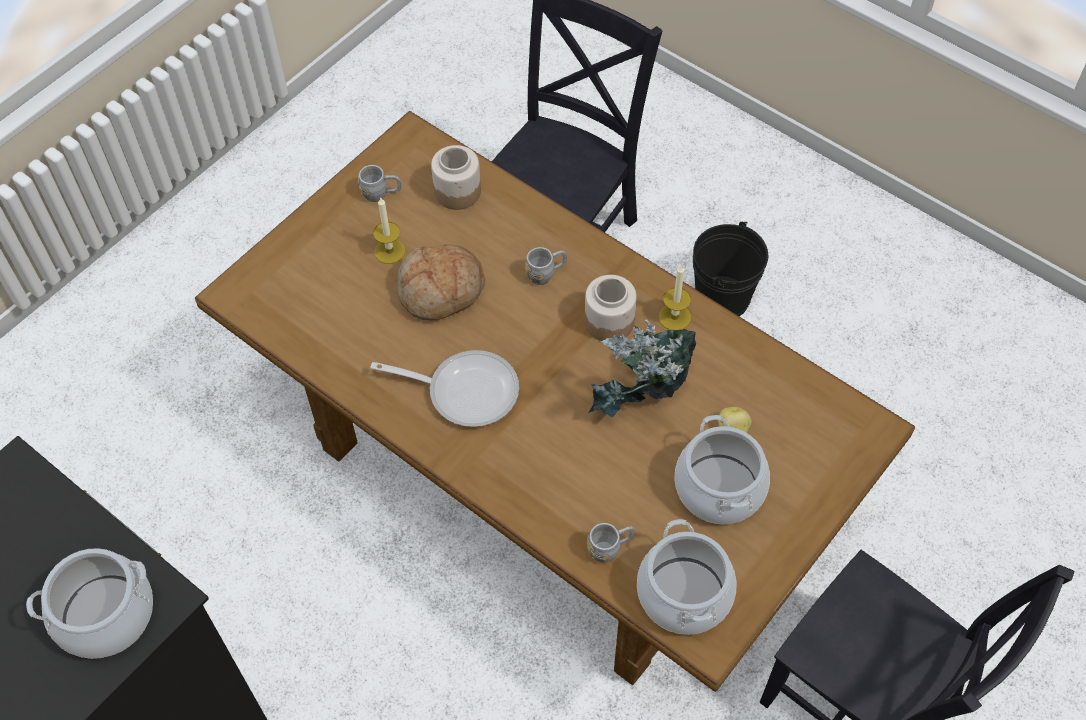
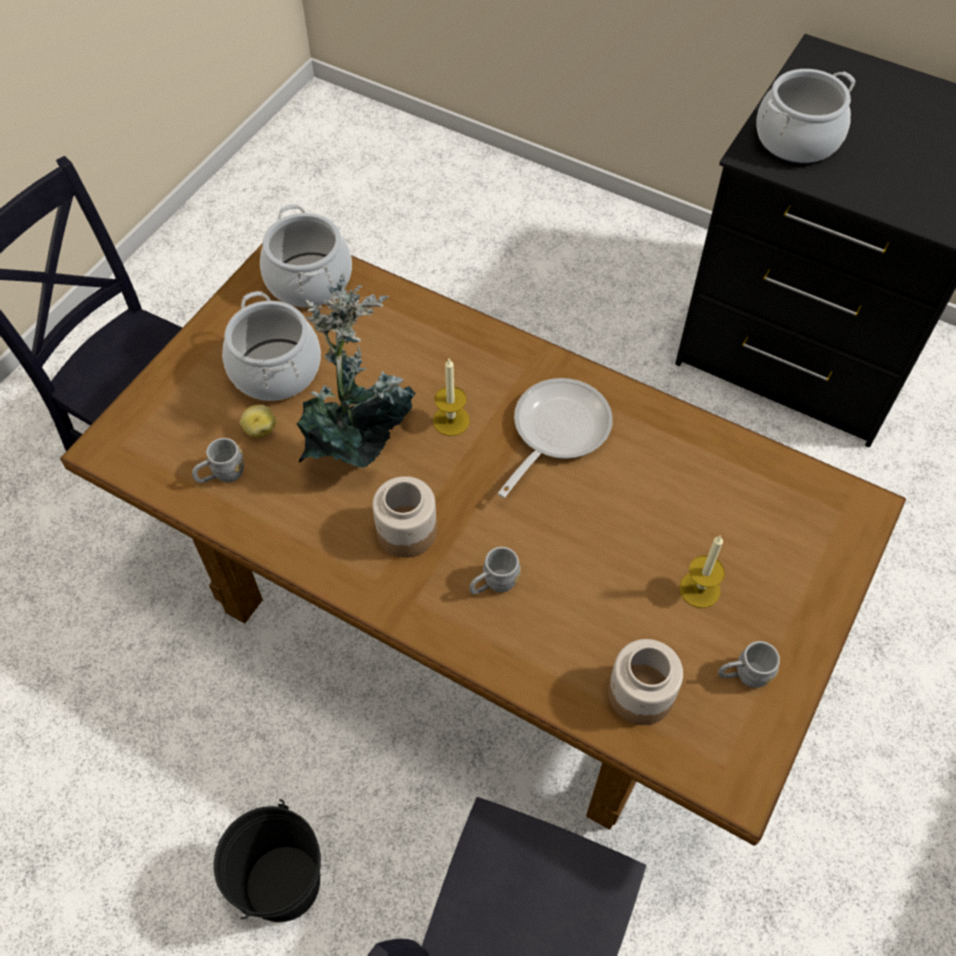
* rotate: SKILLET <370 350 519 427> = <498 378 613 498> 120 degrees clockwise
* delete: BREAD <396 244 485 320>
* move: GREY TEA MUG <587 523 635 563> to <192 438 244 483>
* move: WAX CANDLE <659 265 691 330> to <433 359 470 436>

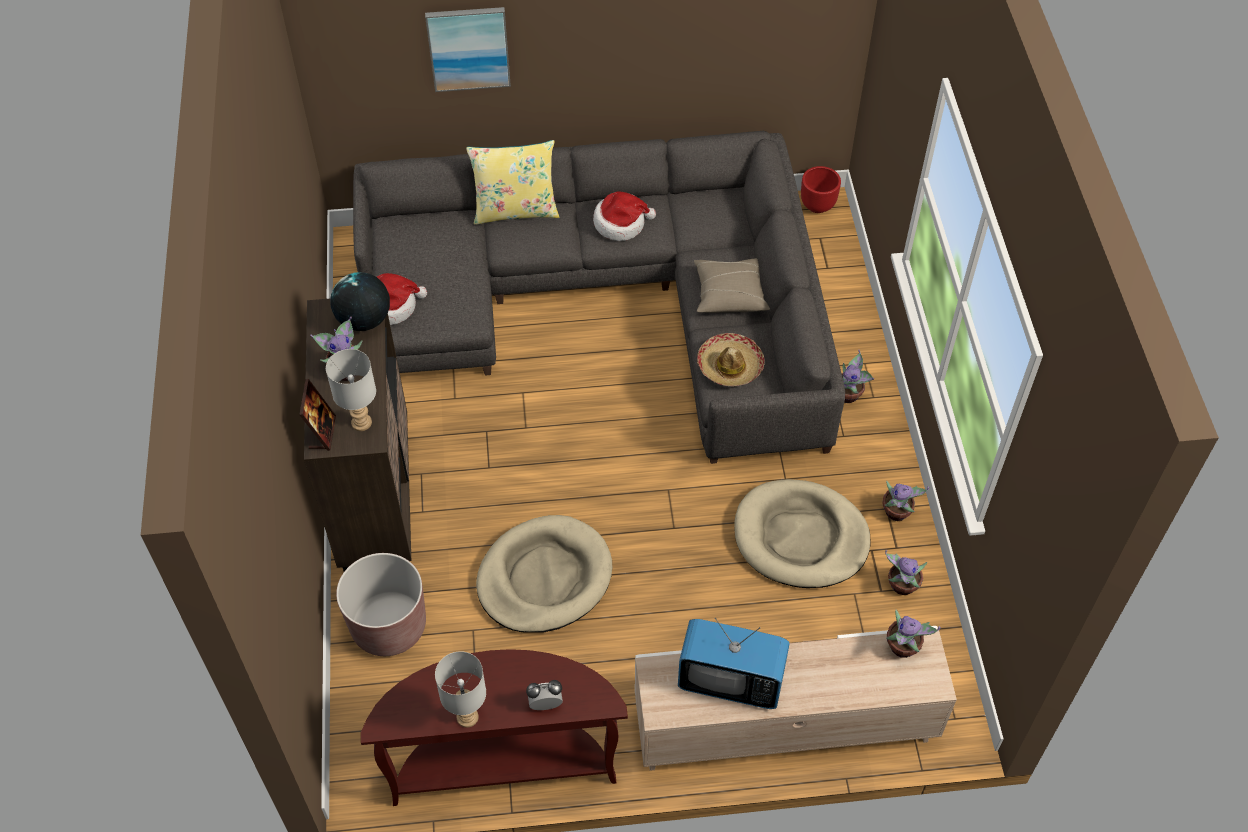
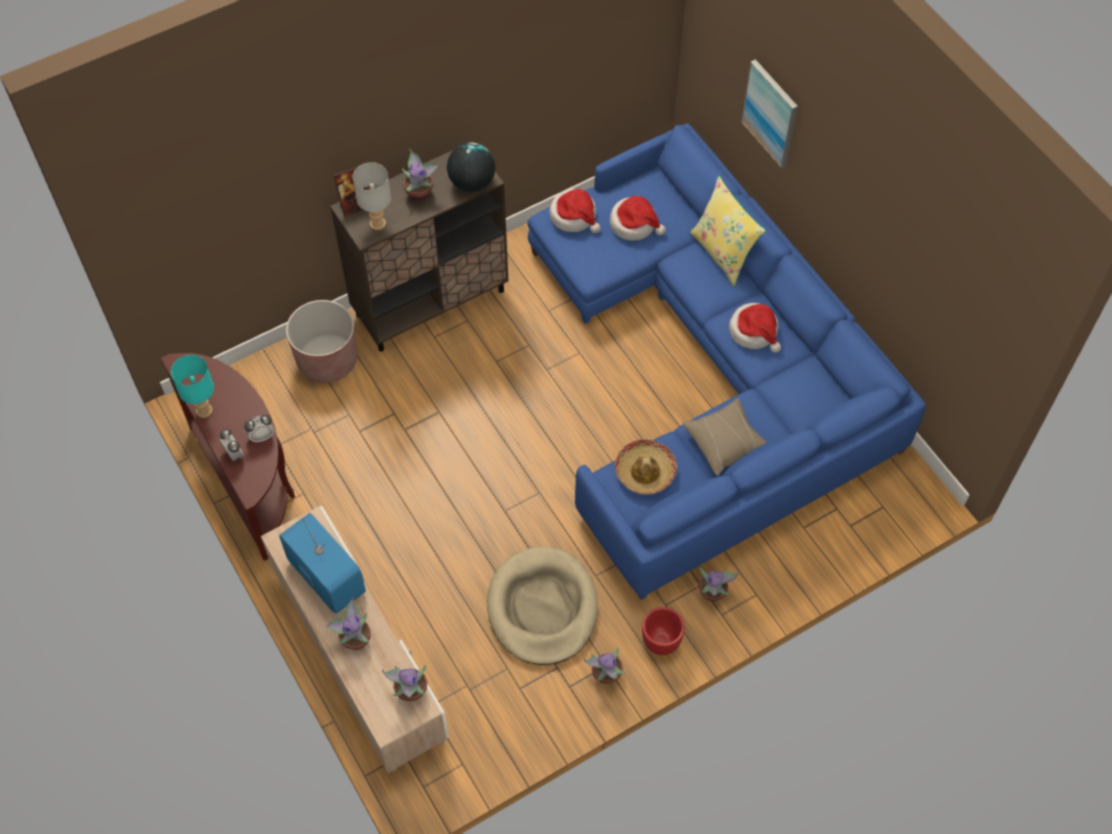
* recolor: GREY SOFA <353 131 845 464> to BLUE SOFA <528 123 926 600>
* recolor: GREY TABLETOP LAMP <435 651 486 728> to BLUE-GREEN TABLETOP LAMP <171 355 214 418>
* delete: BEIGE-COLOURED PET BED <476 515 612 633>
* rotate: TV <678 618 790 709> = <279 513 366 614> 150 degrees clockwise
* move: RED-COLOURED FLOWER POT <801 166 841 213> to <642 607 685 655>
* move: HOUSEPLANT <885 550 927 595> to <325 597 371 650>
* insert: BEDSIDE CLOCK <244 415 274 442>
* insert: HAT <610 196 666 241>

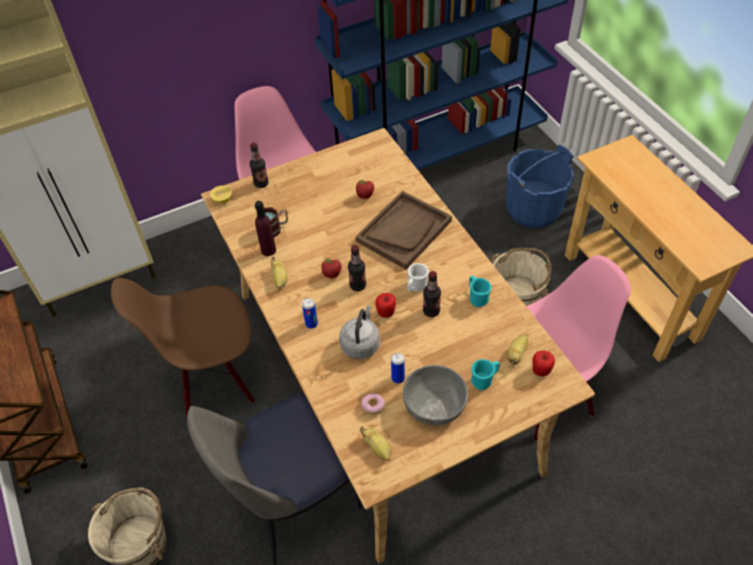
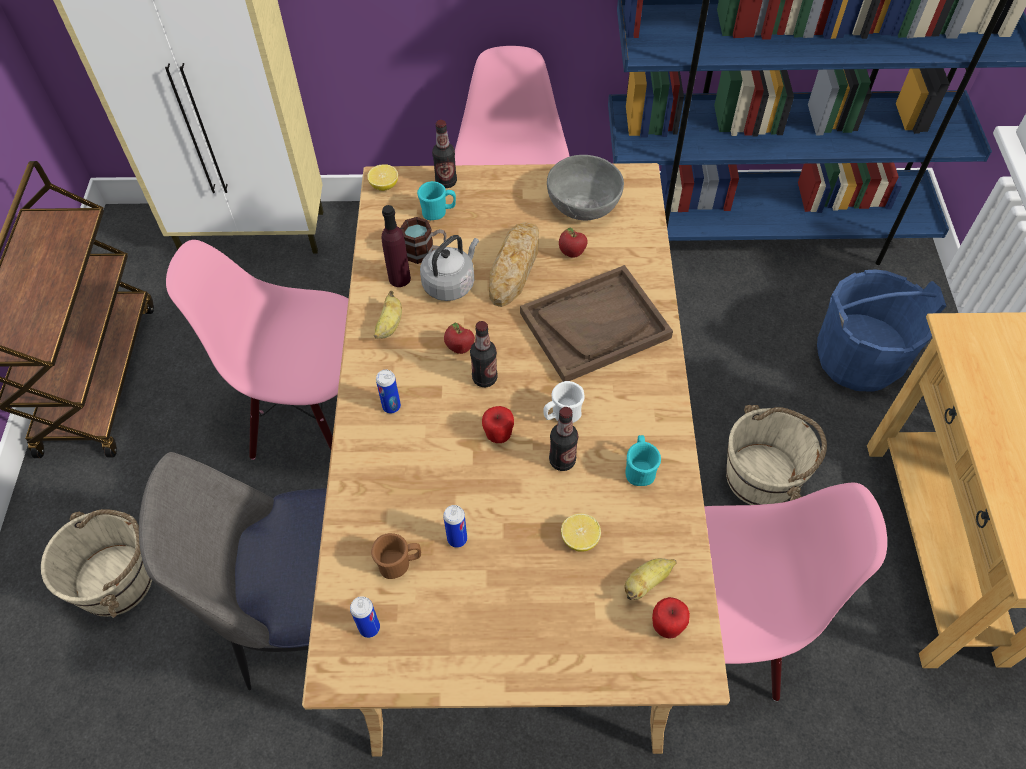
* recolor: BROWNISH UPRIGHT CHAIR <111 278 255 421> to PINK UPRIGHT CHAIR <166 240 348 460>
* move: GREY KETTLE <339 306 380 359> to <420 235 479 301>
* replace: BANANA FRUIT <360 426 391 461> to METAL CAN <350 596 380 638>
* replace: RING DOUGHNUT <361 393 385 415> to BROWNISH TEA MUG <371 533 421 579>
* move: GREY SERVING BOWL <403 365 468 425> to <547 155 624 220>
* move: BLUE-GREEN TEA MUG <471 359 500 390> to <417 181 456 220>
* insert: BREAD <489 222 539 307>
* insert: WHOLE LEMON <561 513 601 552>

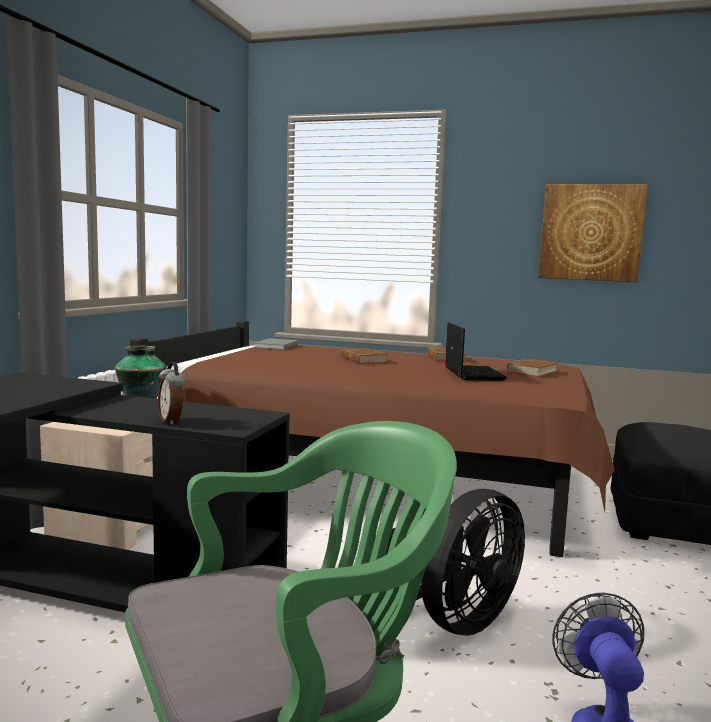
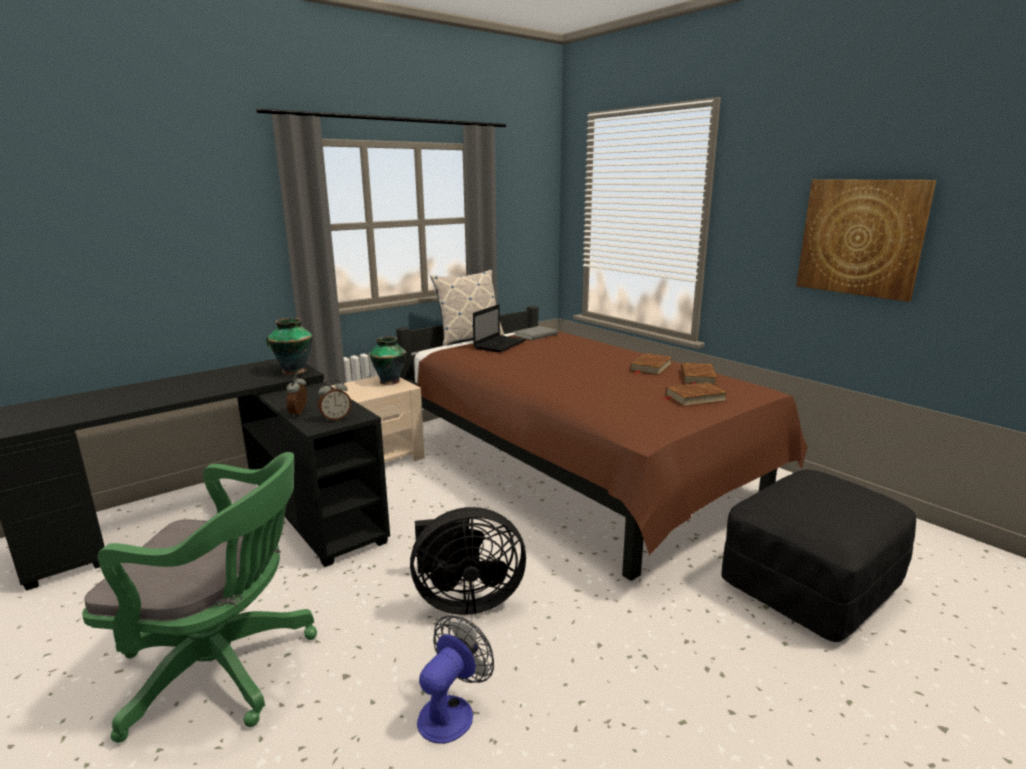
* move: BROWNISH BOUND BOOK <341 348 389 365> to <681 363 717 386>
* move: LAPTOP <445 322 507 381> to <473 304 527 353>
* insert: FLOWER VASE <266 318 313 374>
* insert: BEDSIDE CLOCK <318 379 351 421>
* insert: THROW PILLOW <430 270 505 346>

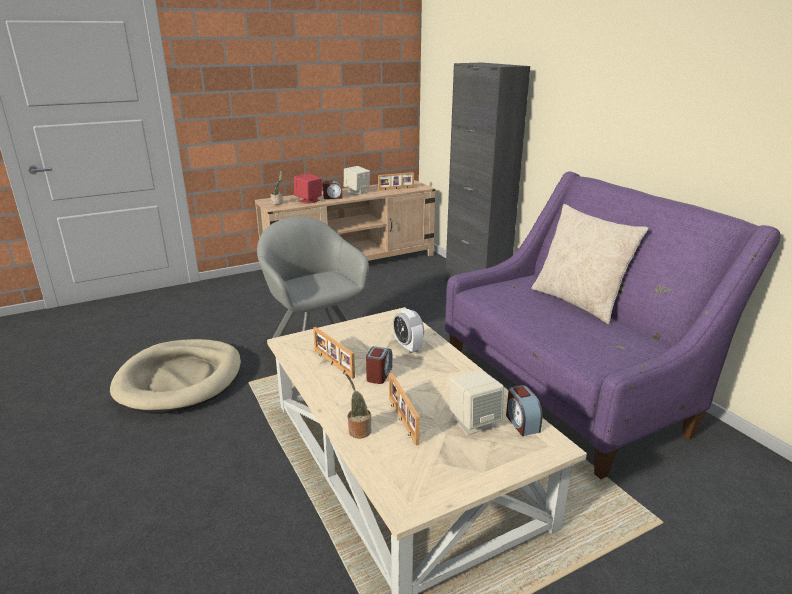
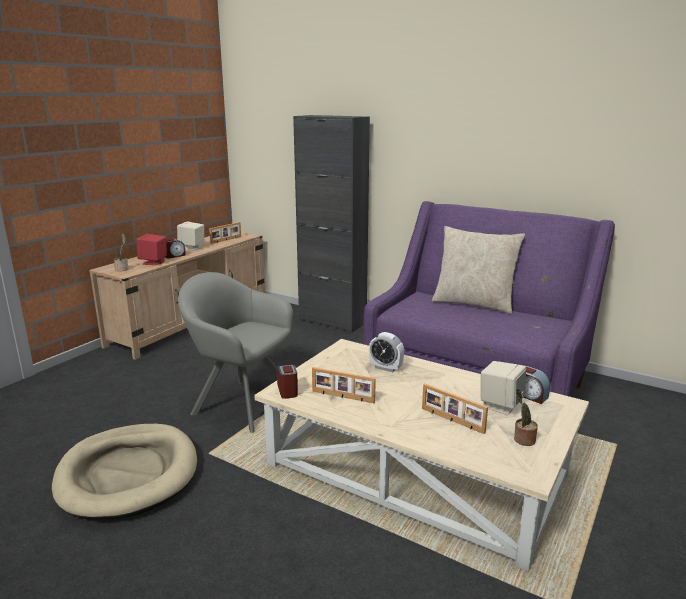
* move: HOUSEPLANT <345 373 372 438> to <514 388 538 446>
* move: BEDSIDE CLOCK <366 346 393 384> to <277 365 298 399>

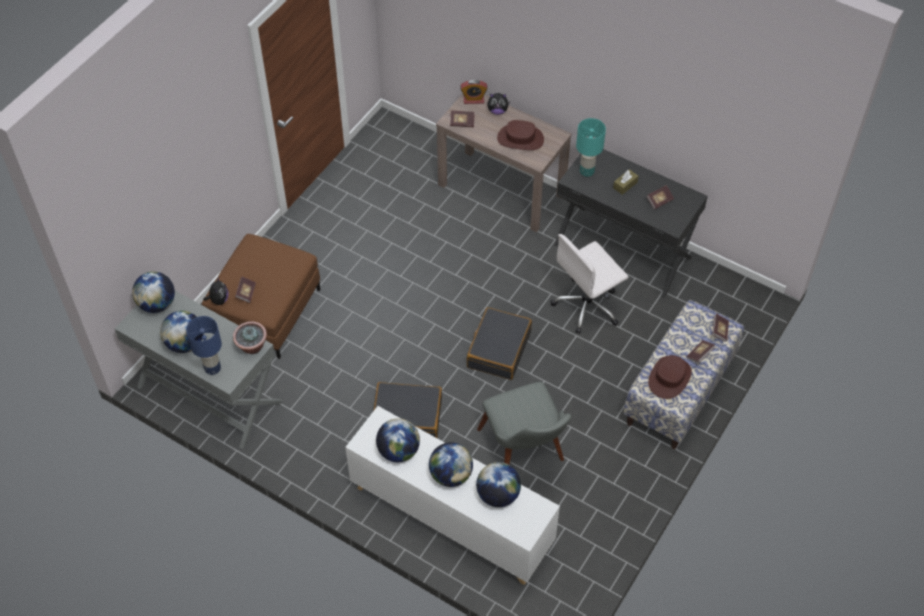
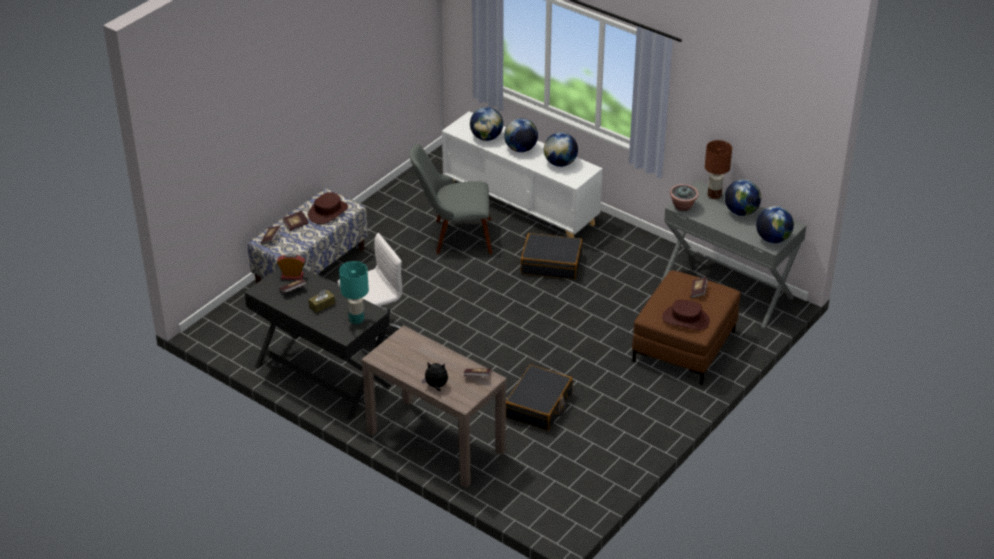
* recolor: BLUE TABLETOP LAMP <186 316 222 375> to BROWNISH TABLETOP LAMP <705 140 732 199>
* delete: CUDDLY TOY <203 277 228 305>
* move: BEDSIDE CLOCK <461 80 488 104> to <277 254 305 280>
* move: BLACKISH PIECE OF LUGGAGE <467 307 532 380> to <506 365 573 431>
* rotate: GREY UPRIGHT CHAIR <477 382 572 464> = <409 143 492 254> 75 degrees counterclockwise
* move: BROWNISH HAT <497 120 544 150> to <662 300 710 330>

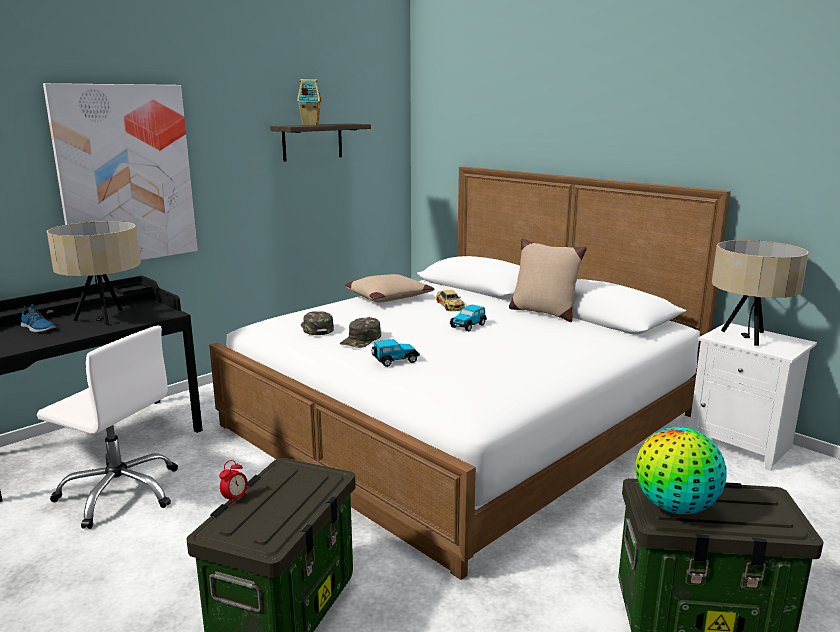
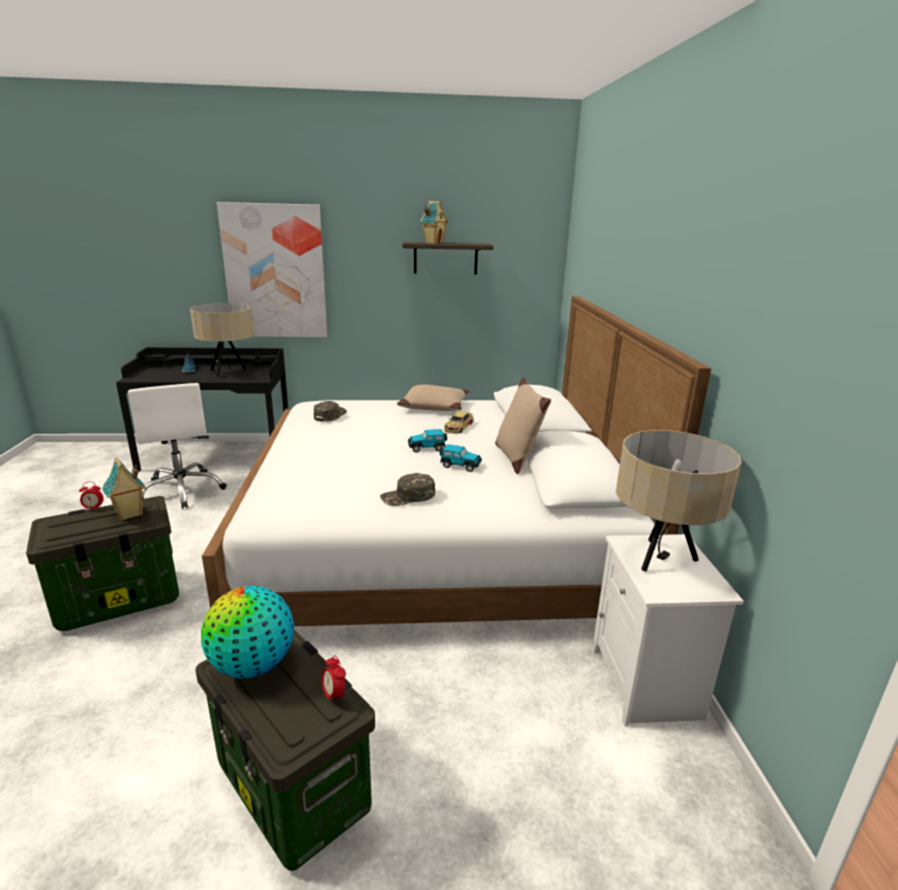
* move: GREEN PEAKED CAP <340 317 381 348> to <380 473 435 506>
* move: MODEL CAR <372 339 420 367> to <440 444 482 472>
* insert: TOY HOUSE <102 457 146 521>
* insert: BEDSIDE CLOCK <321 655 346 705>

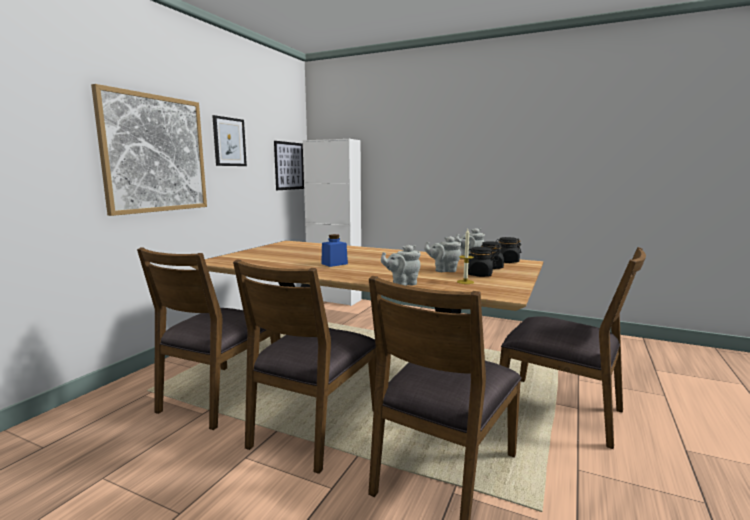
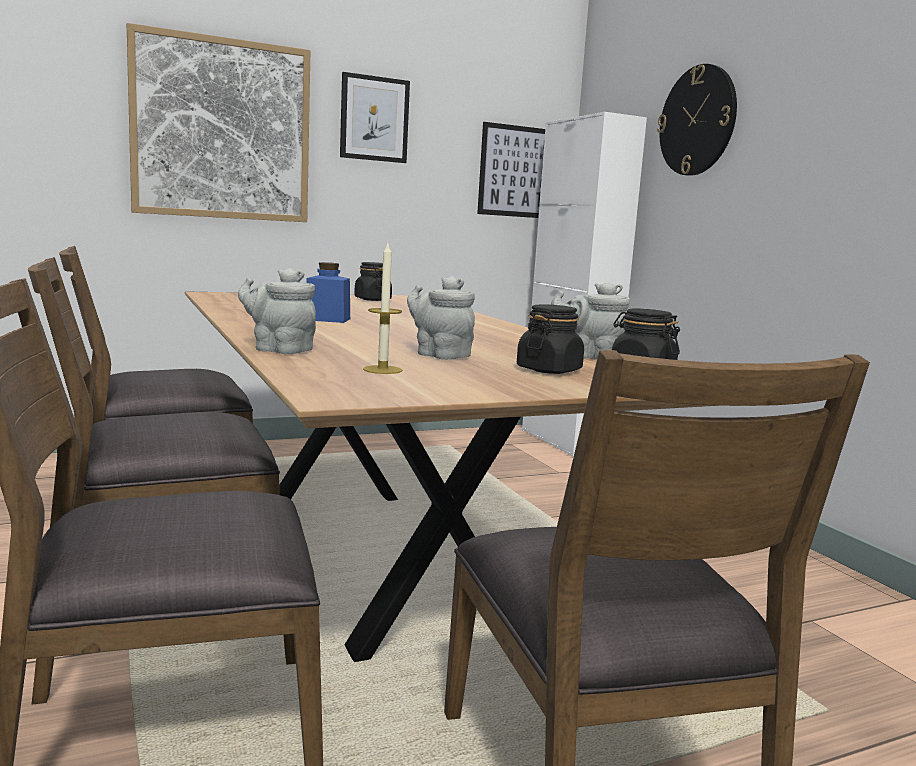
* move: BLACKISH JAR <468 247 496 277> to <354 262 392 301>
* insert: HANGING CLOCK <657 64 737 176>

